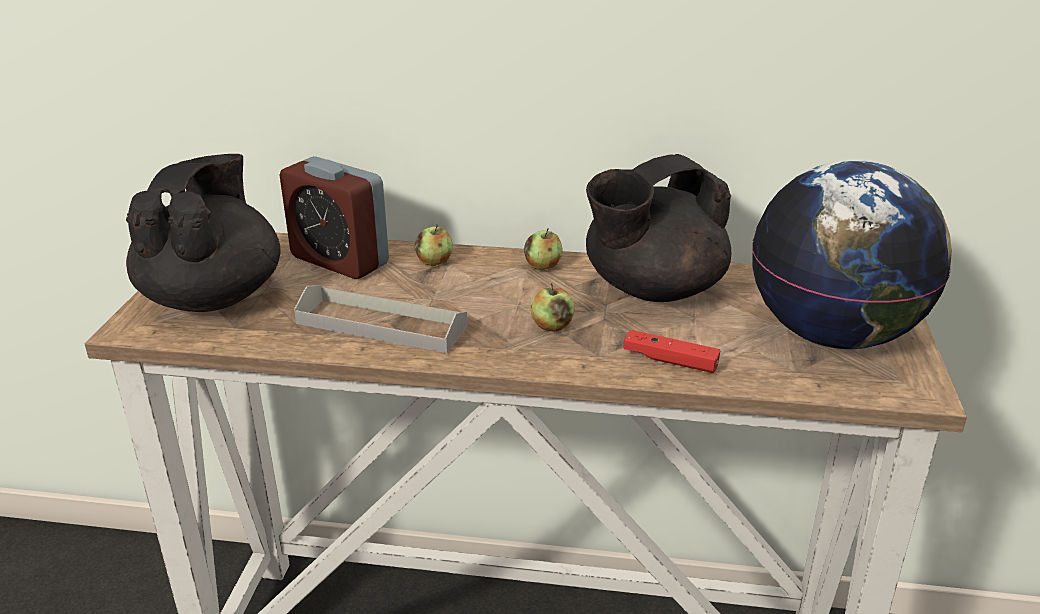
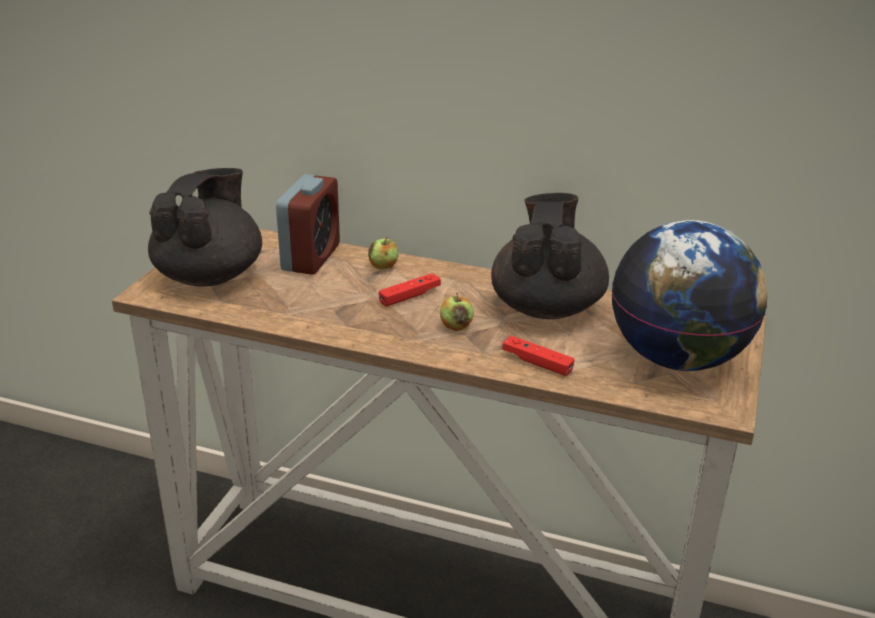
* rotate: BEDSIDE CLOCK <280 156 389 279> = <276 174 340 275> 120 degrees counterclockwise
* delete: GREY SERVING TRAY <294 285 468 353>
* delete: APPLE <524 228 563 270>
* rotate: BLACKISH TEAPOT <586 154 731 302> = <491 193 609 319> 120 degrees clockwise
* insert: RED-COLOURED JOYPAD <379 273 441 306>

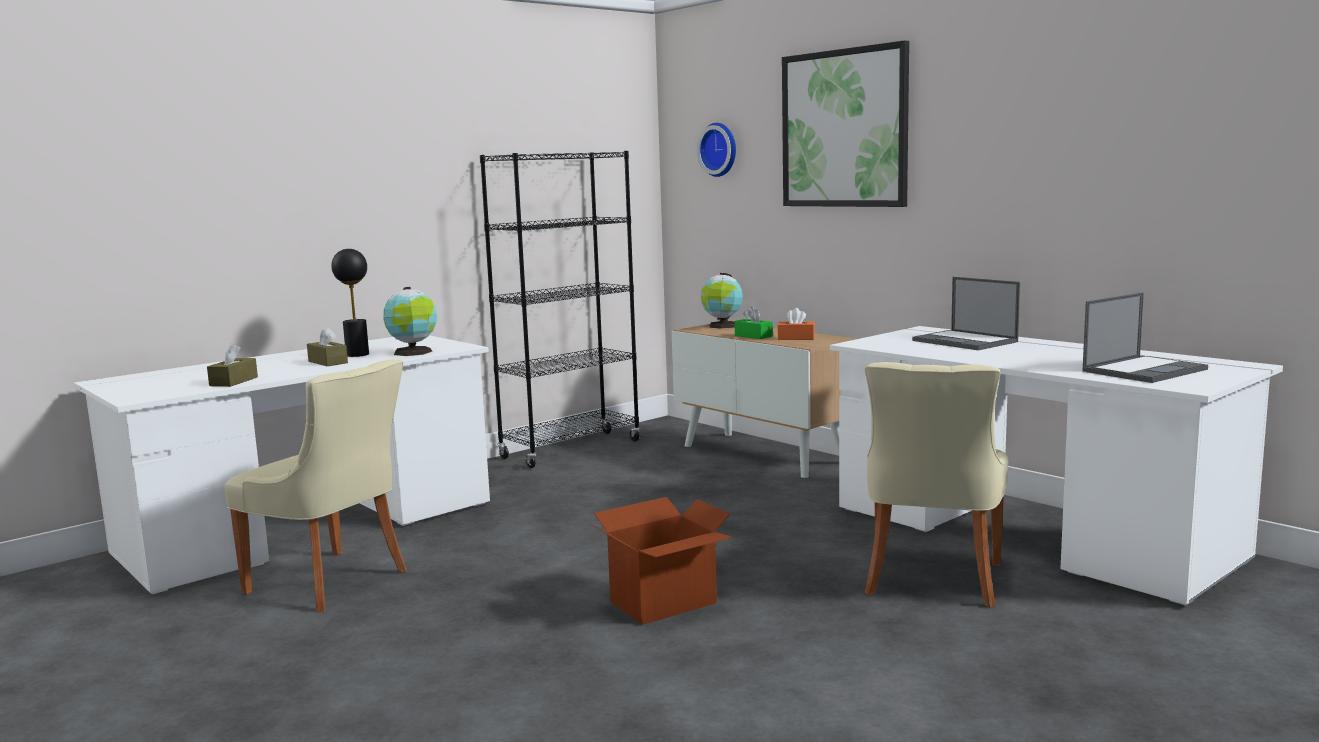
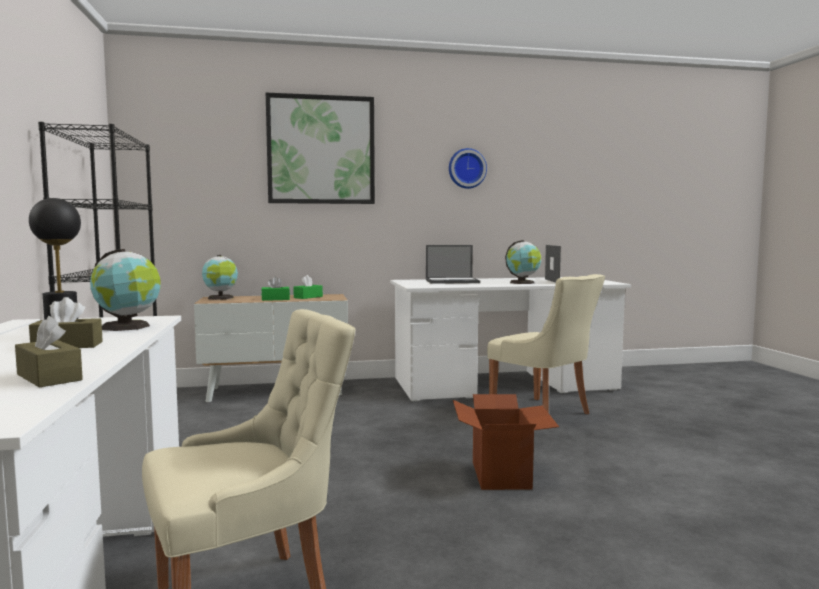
* move: HANGING CLOCK <697 123 736 177> to <449 148 487 189>
* recolor: ORANGEY TISSUE HOLDER <777 308 815 340> to GREEN TISSUE HOLDER <293 275 323 299>
* insert: DESK GLOBE <505 240 541 284>

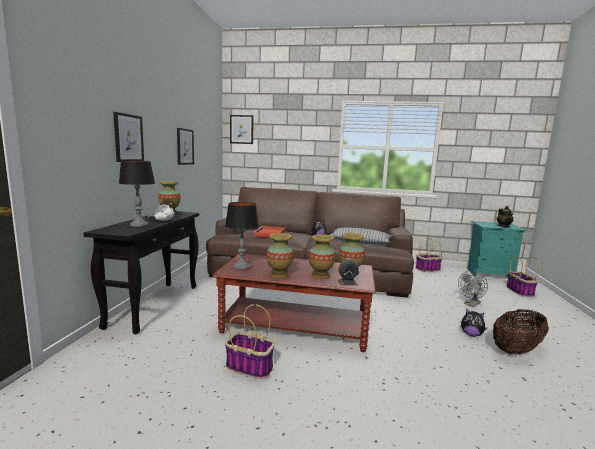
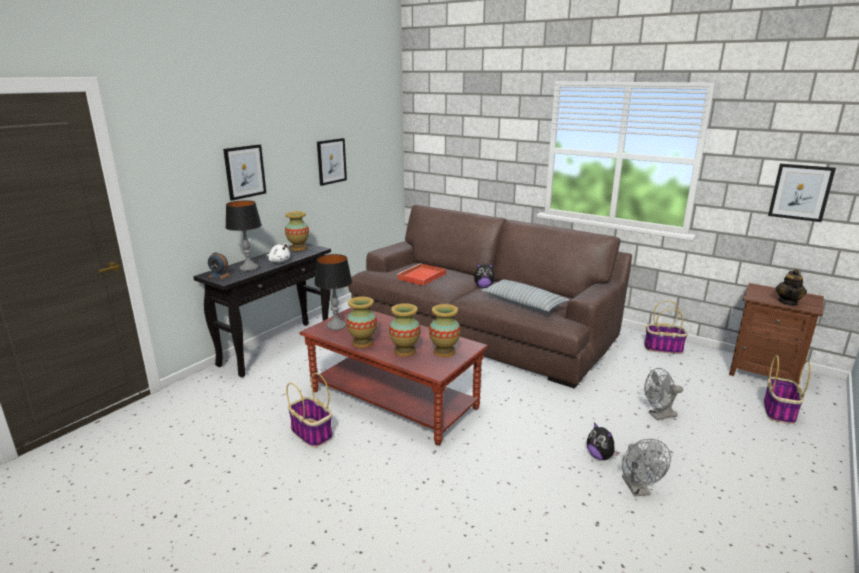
* move: PICTURE <230 115 254 144> to <768 164 836 222>
* move: BEDSIDE CLOCK <338 259 359 285> to <208 252 231 279>
* recolor: BLUE-GREEN NIGHTSTAND <467 221 526 277> to BROWNISH NIGHTSTAND <729 283 824 384>
* replace: HOUSEHOLD BASKET <493 309 549 354> to GREY FAN <622 439 671 497>

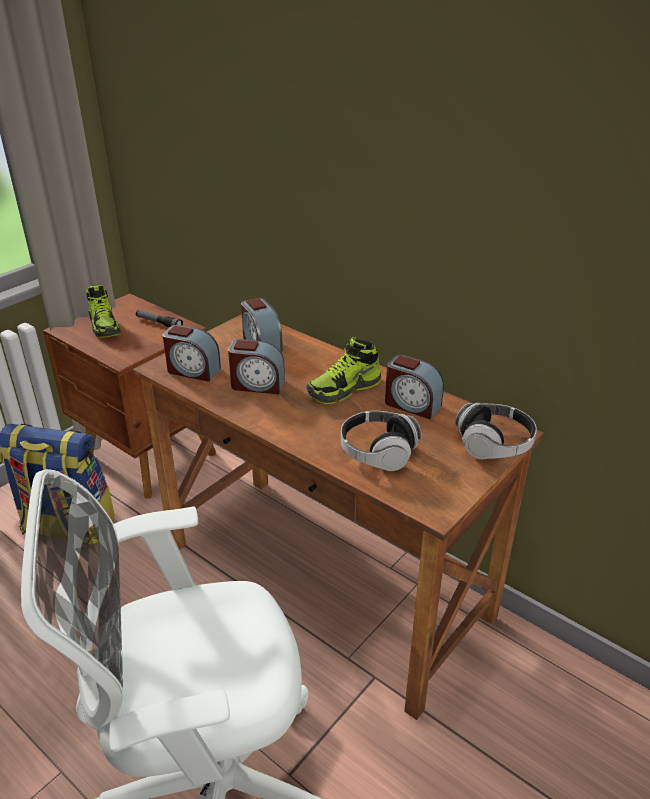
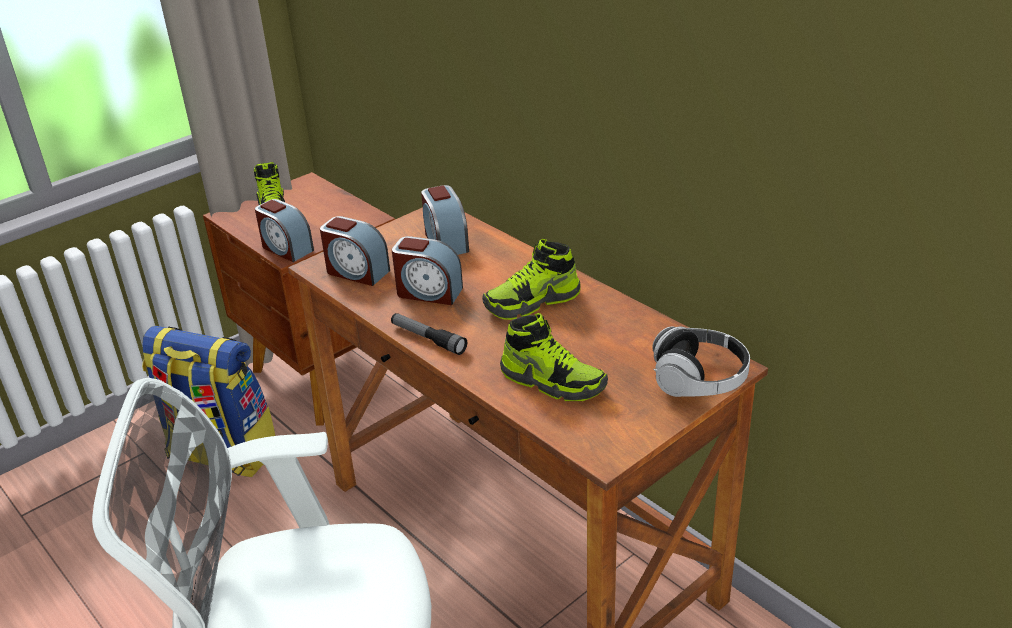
* move: HAND TORCH <136 310 183 327> to <391 313 467 355>
* replace: HEADSET <341 411 422 471> to LOW SHOE <500 313 608 401>
* move: BEDSIDE CLOCK <385 354 444 419> to <255 199 314 262>

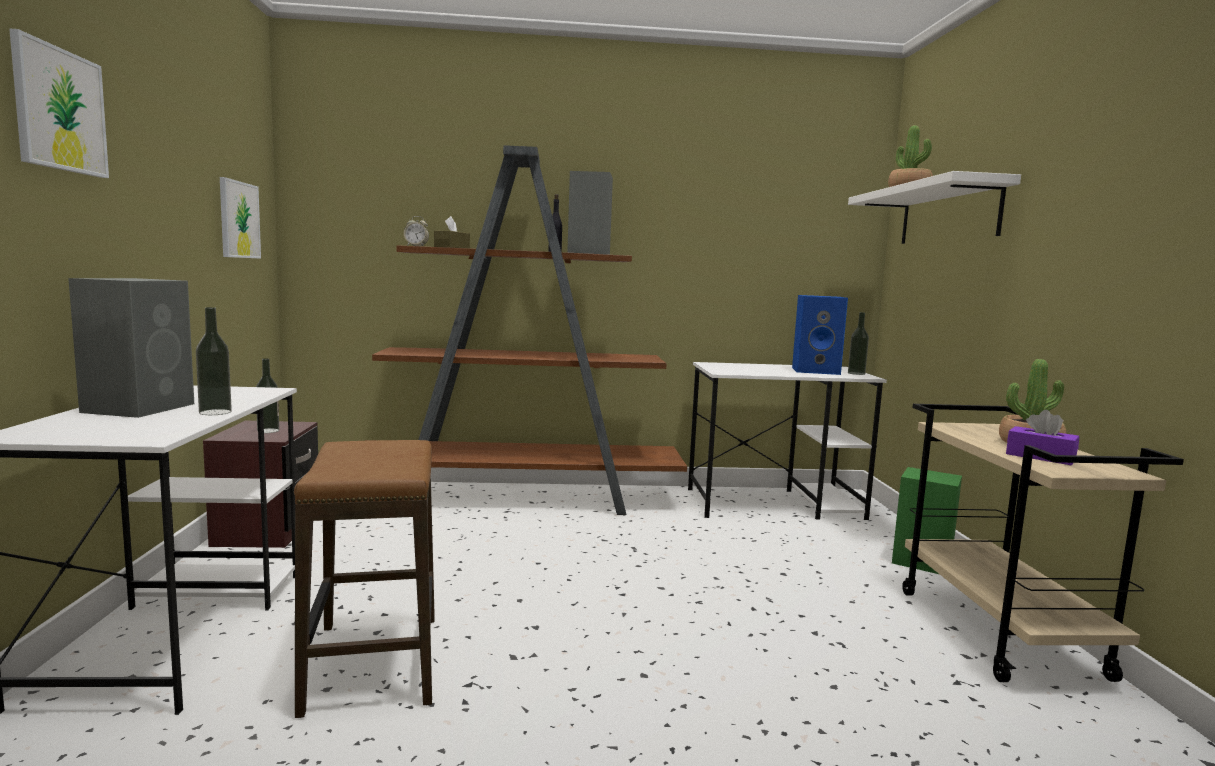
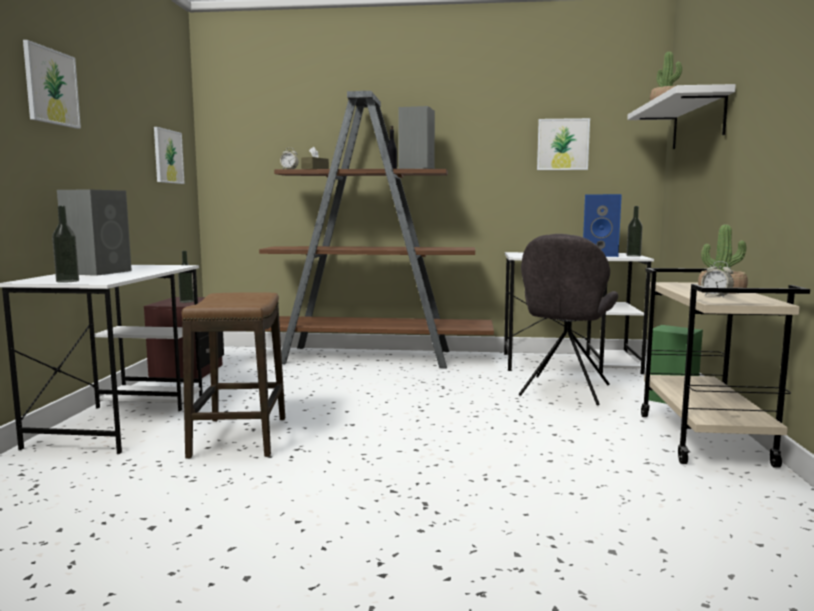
* move: BEVERAGE BOTTLE <196 307 232 415> to <52 206 79 283>
* replace: PURPLE TISSUE HOLDER <1006 410 1079 465> to BEDSIDE CLOCK <701 261 734 297>
* insert: GREY UPRIGHT CHAIR <519 234 618 406>
* insert: PICTURE <537 118 590 170>

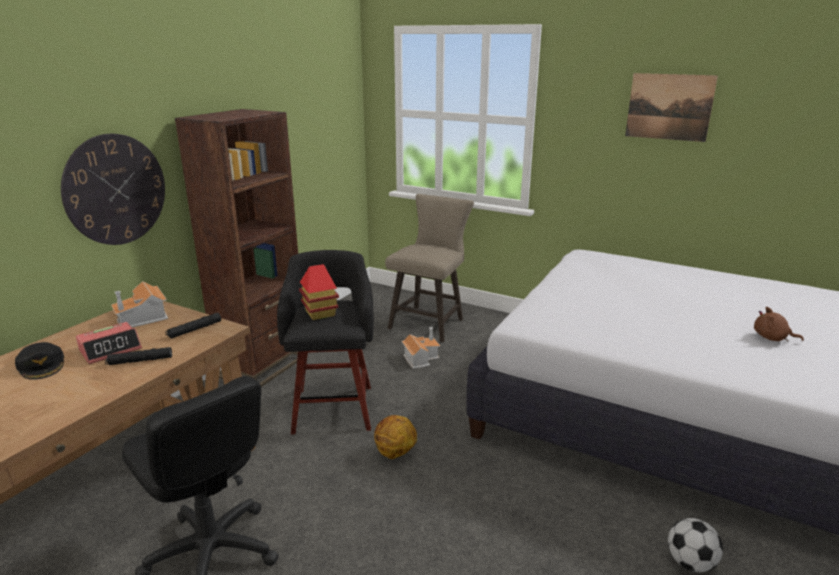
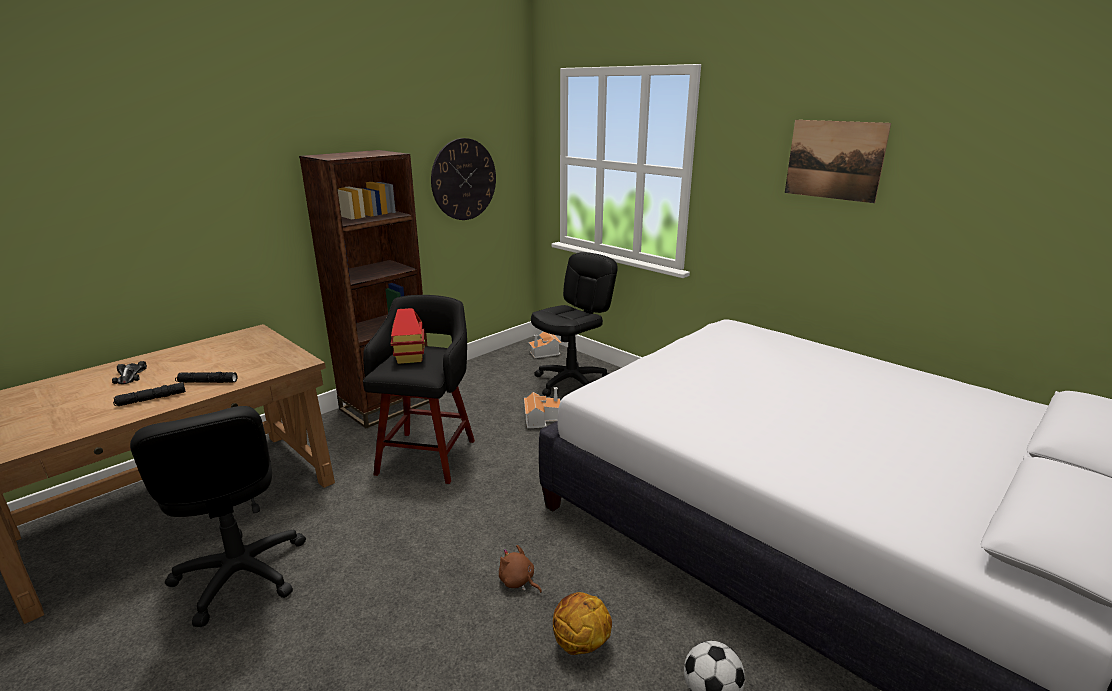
* replace: BLACKISH PEAKED CAP <15 342 64 380> to MODEL CAR <112 361 147 384>
* move: HANGING CLOCK <61 134 165 245> to <431 138 496 220>
* delete: BEDSIDE CLOCK <76 322 142 364>
* move: TOY HOUSE <111 281 168 327> to <529 331 562 358>
* move: BLACKISH HAND TORCH <165 313 221 339> to <113 382 186 406>
* move: BASKETBALL BALL <374 415 417 459> to <553 592 612 655>
* replace: BEIGE-COLOURED STOOL SEAT <385 194 474 342> to BLACKISH OFFICE CHAIR <531 252 618 396>
* move: BROWNISH CUDDLY TOY <754 307 804 342> to <499 545 542 593>

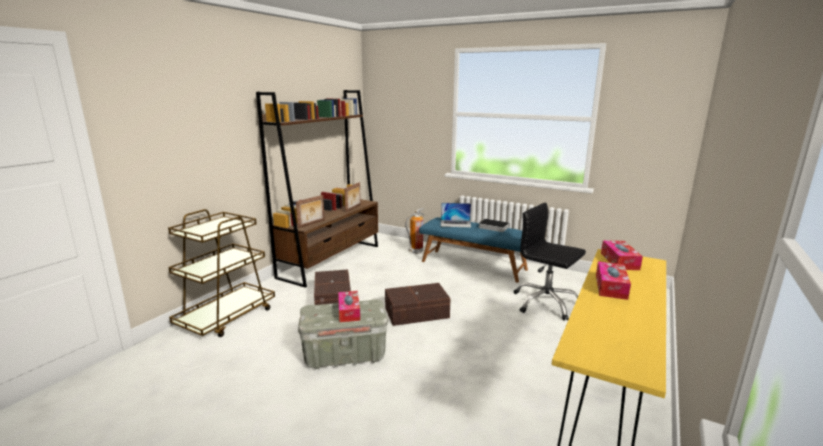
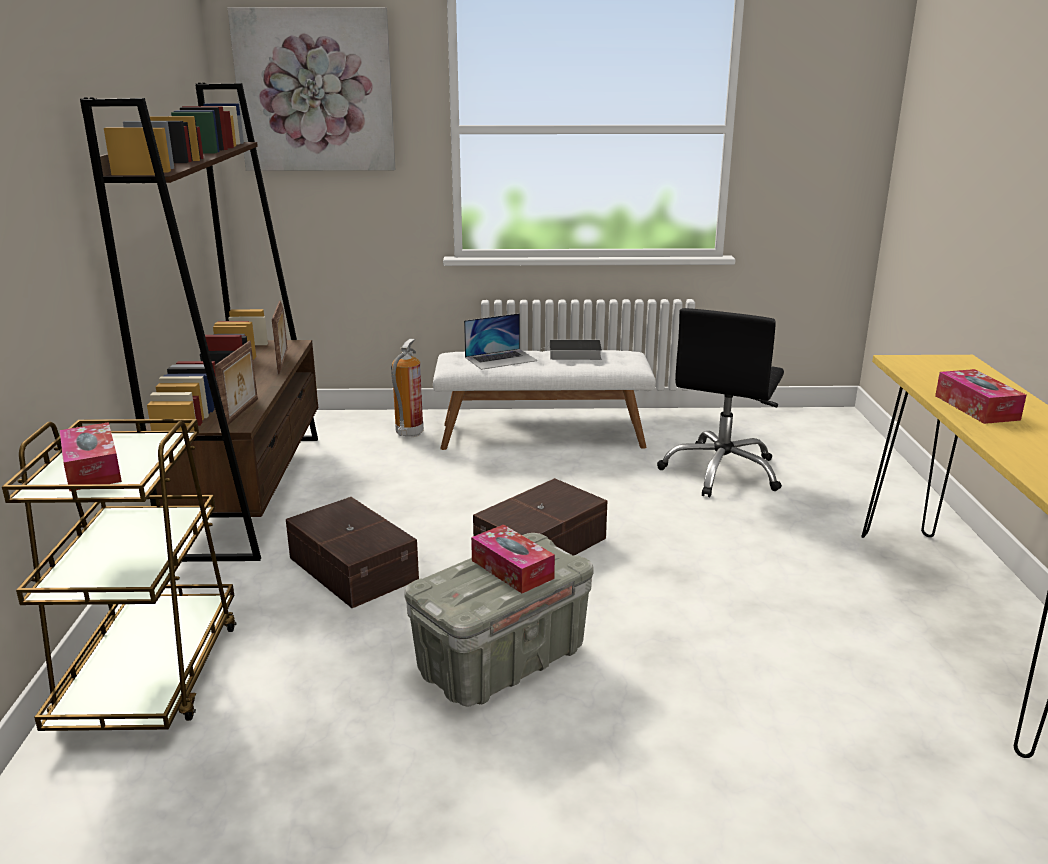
* recolor: BLUE LONG SEAT <419 217 528 283> to WHITE LONG SEAT <433 350 656 450>
* rotate: BLACKISH OFFICE CHAIR <513 203 586 321> = <657 308 784 497> 75 degrees counterclockwise
* move: TISSUE HOLDER <601 240 643 270> to <60 422 122 491>
* insert: PICTURE <227 7 395 171>

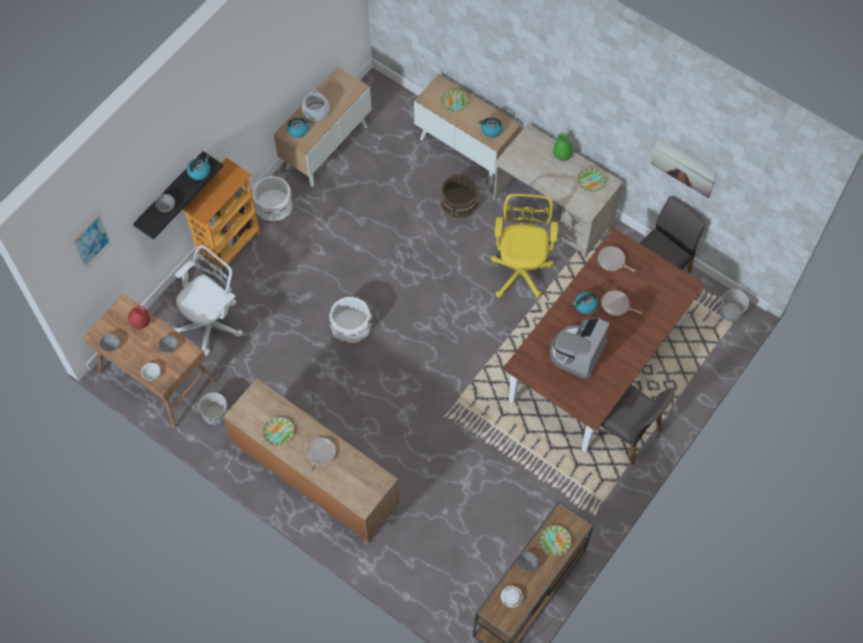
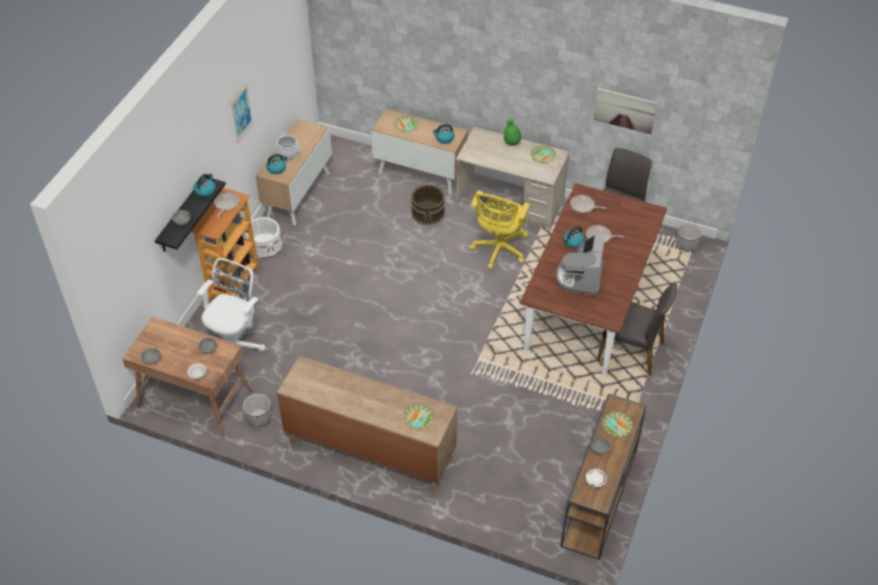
* move: PICTURE <72 213 112 270> to <230 84 253 143>
* delete: RED-COLOURED FLOWER VASE <128 306 150 329>
* move: DINNER PLATE <263 417 294 446> to <404 404 434 429>
* move: SKILLET <305 437 336 476> to <214 192 239 218>
* delete: WHITE WATER BUCKET <329 297 372 344>
* rotate: YELLOW-COLOURED OFFICE CHAIR <491 194 558 298> = <469 191 530 270> 150 degrees counterclockwise

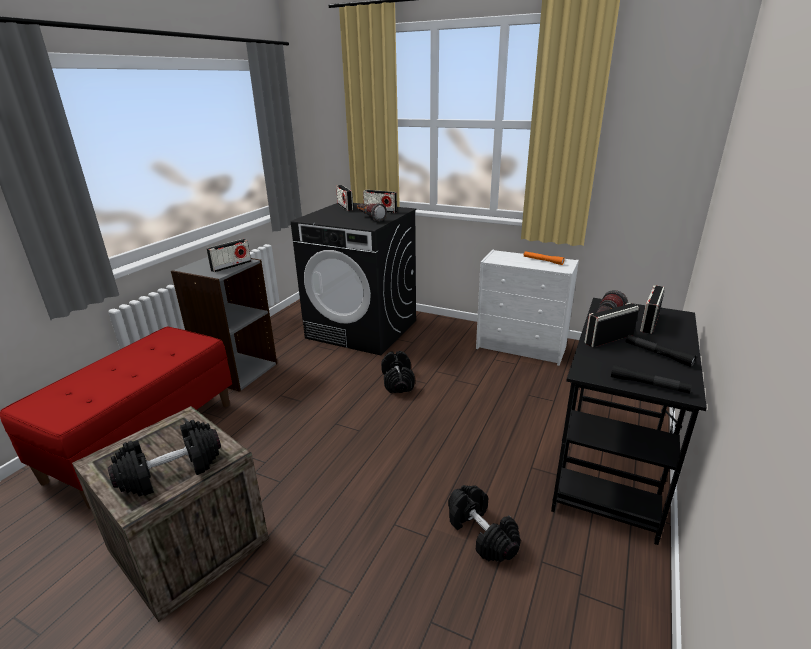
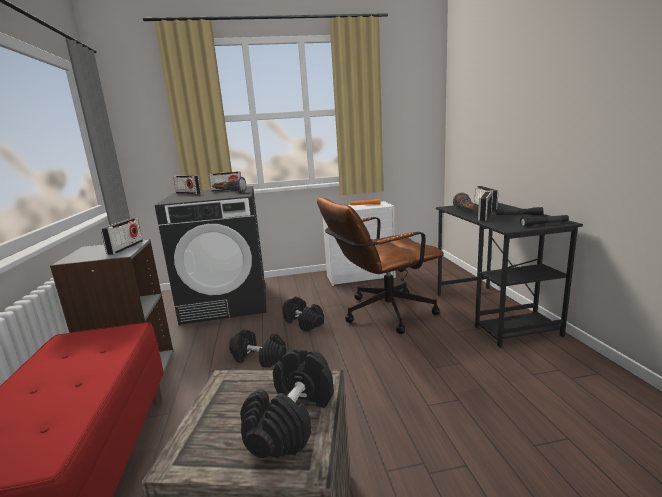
* move: BLACKISH FREE WEIGHT <448 485 521 562> to <229 329 287 368>
* insert: BROWNISH OFFICE CHAIR <317 197 444 334>

